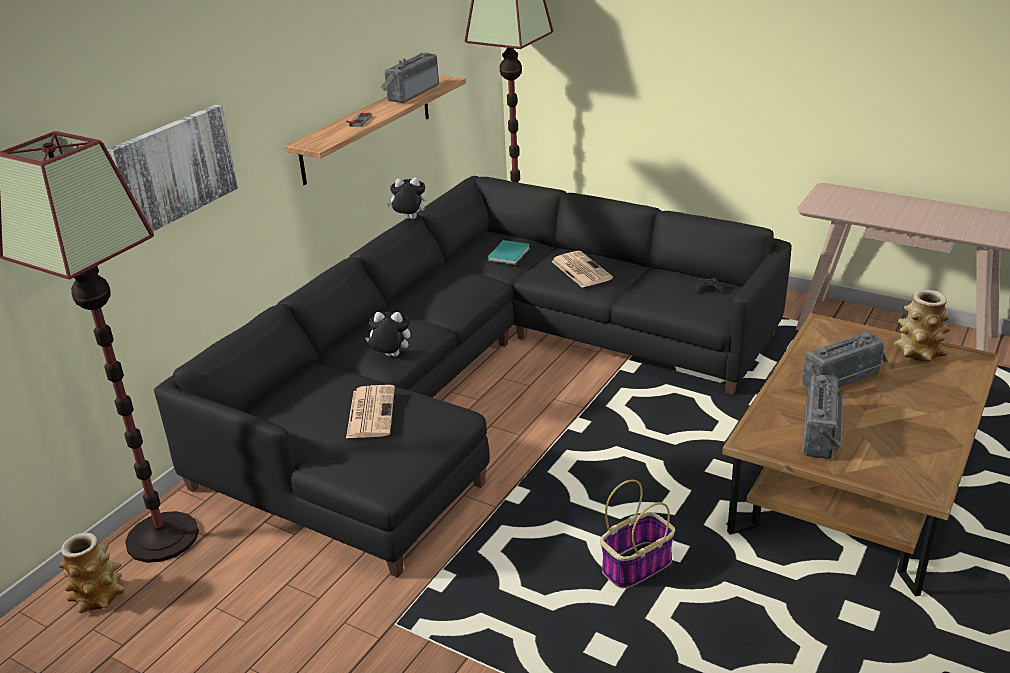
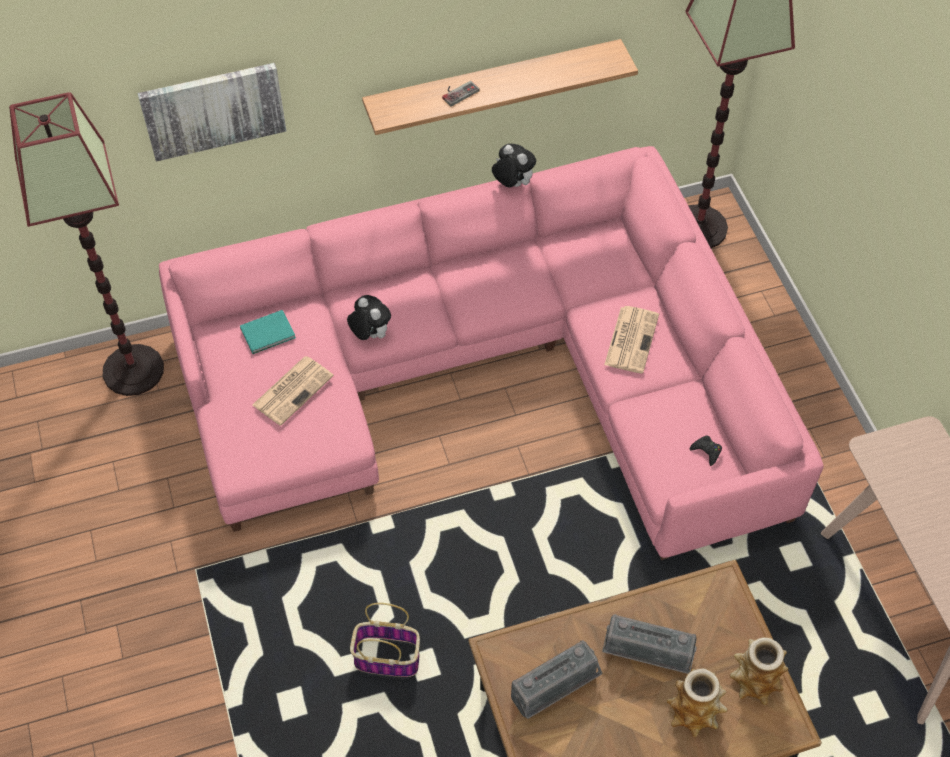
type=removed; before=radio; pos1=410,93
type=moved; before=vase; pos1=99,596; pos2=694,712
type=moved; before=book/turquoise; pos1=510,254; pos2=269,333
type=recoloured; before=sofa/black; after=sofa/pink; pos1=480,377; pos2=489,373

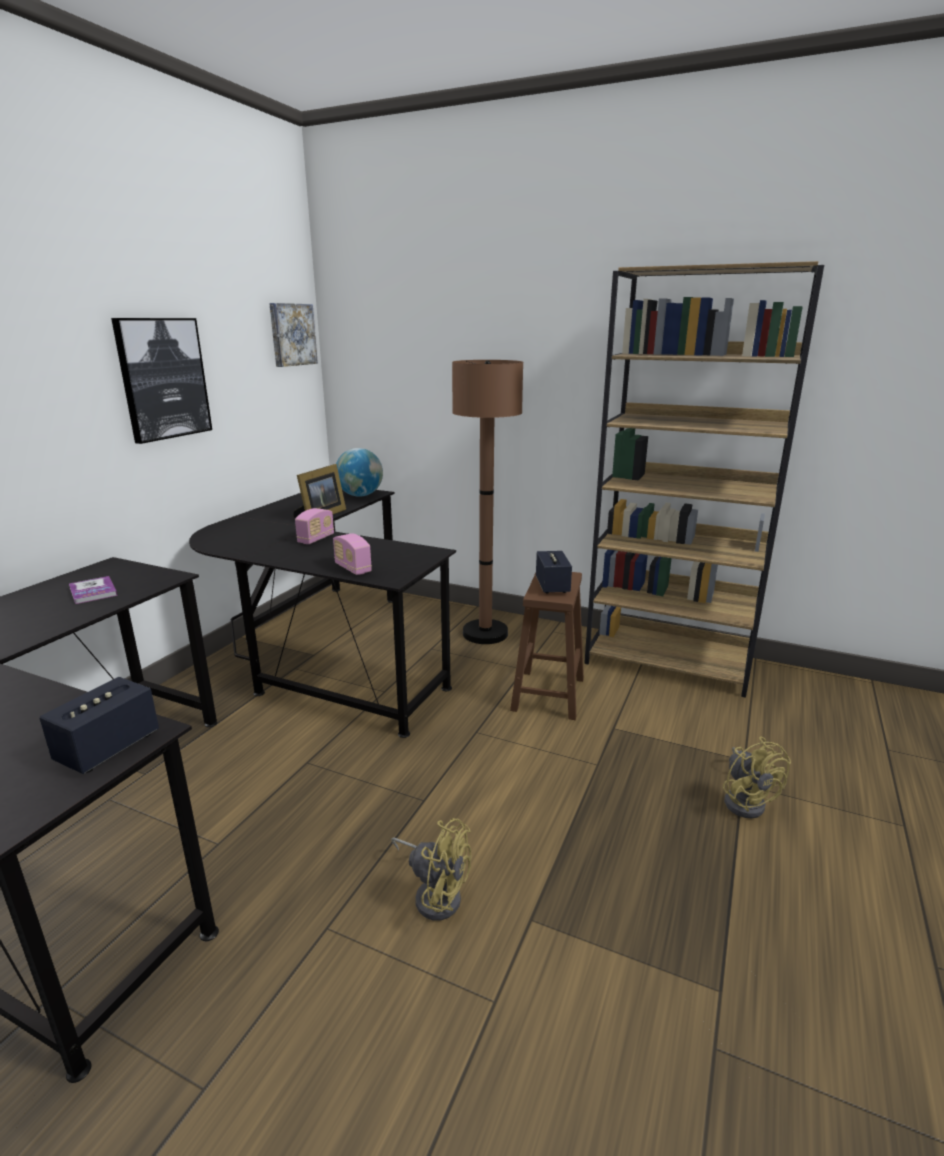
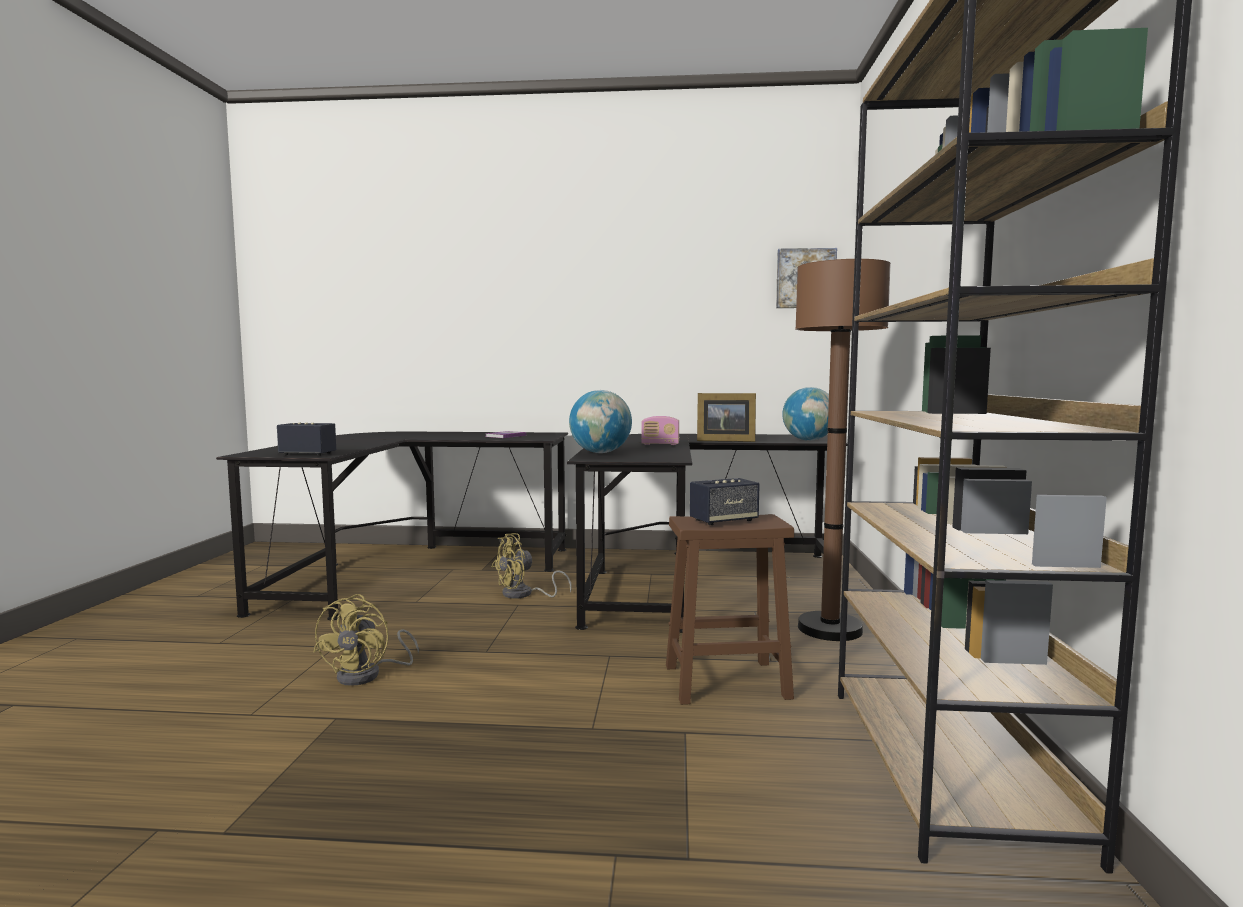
type=removed; before=picture; pos1=163,378
type=moved; before=fan/yellow; pos1=745,800; pos2=523,594
type=replaced; before=radio; after=globe; pos1=353,568; pos2=600,453

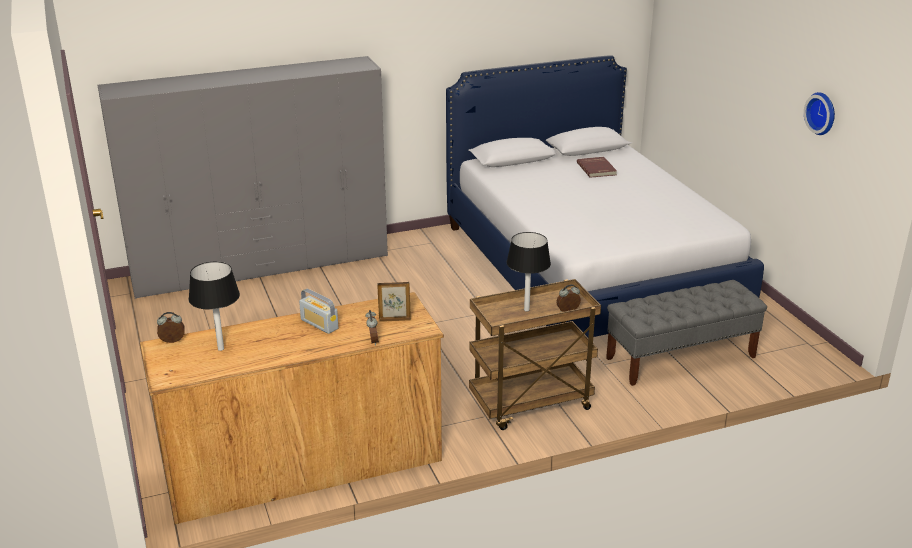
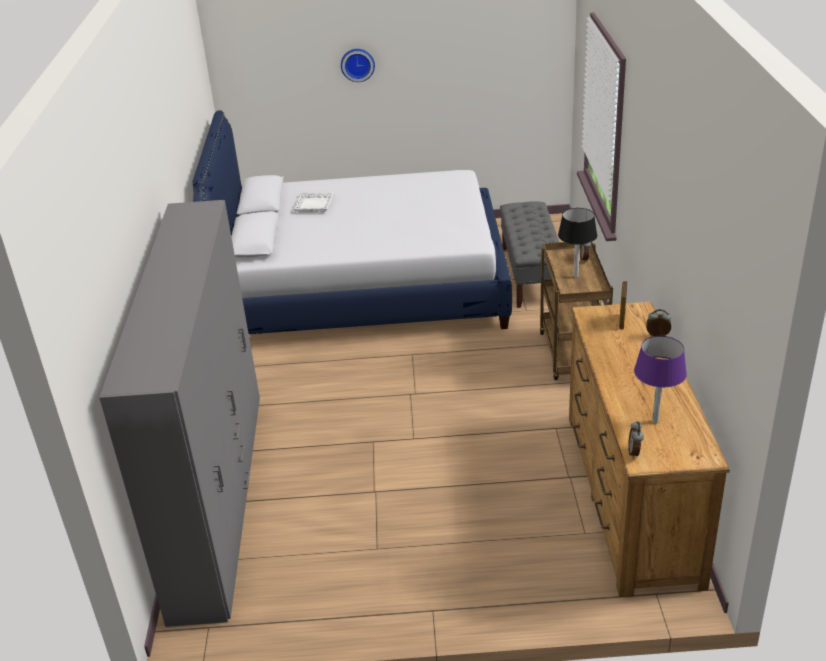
type=removed; before=radio; pos1=319,324
type=moved; before=wall clock; pos1=822,113; pos2=357,64
type=replaced; before=book/red; after=tray/white; pos1=597,169; pos2=313,205
type=recoloured; before=table lamp/black; after=table lamp/purple; pos1=221,349; pos2=655,421

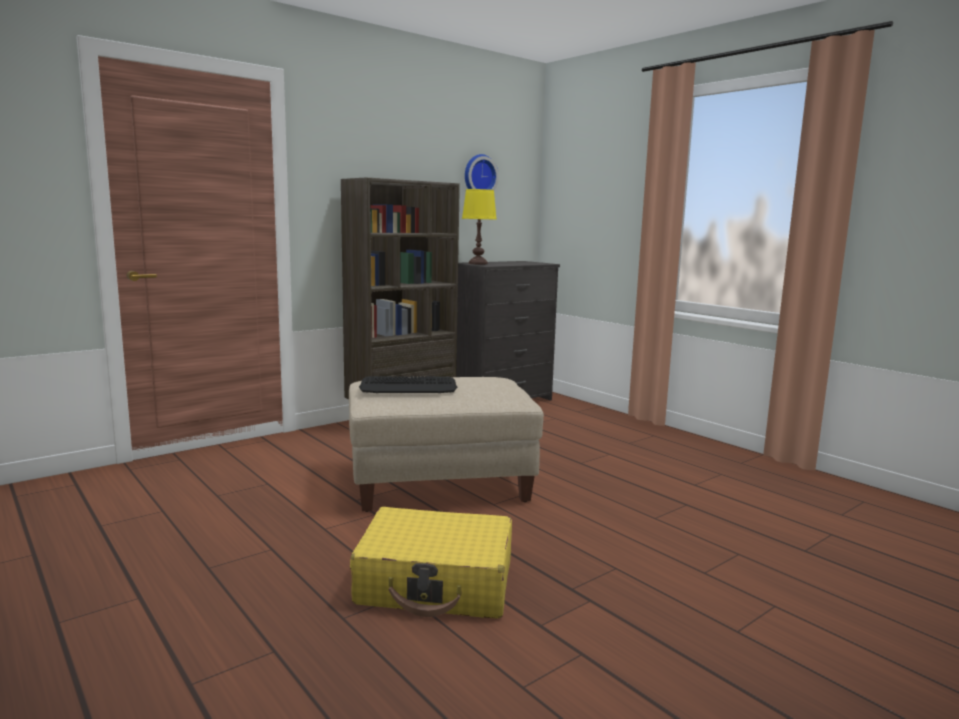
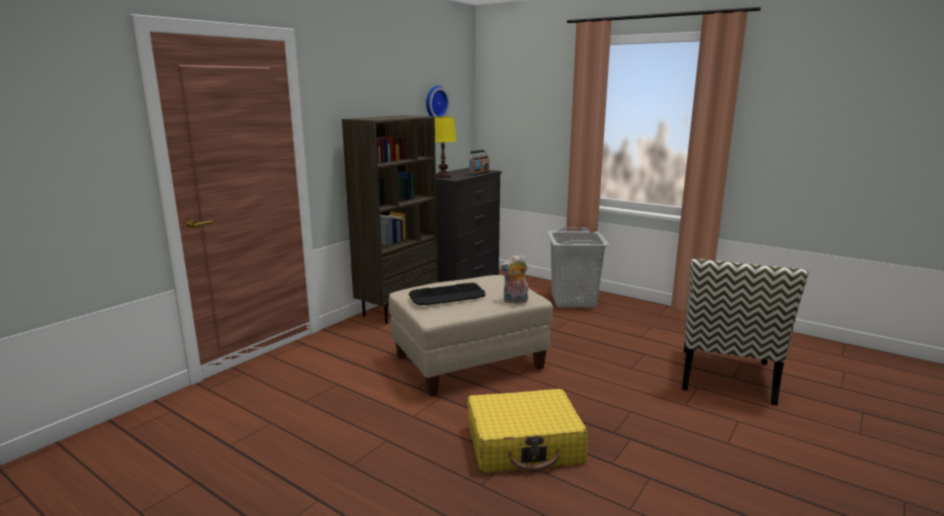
type=added; after=radio; pos2=479,173
type=added; after=plush toy; pos2=515,301
type=added; after=laundry basket/grey; pos2=574,300
type=added; after=chair; pos2=726,376

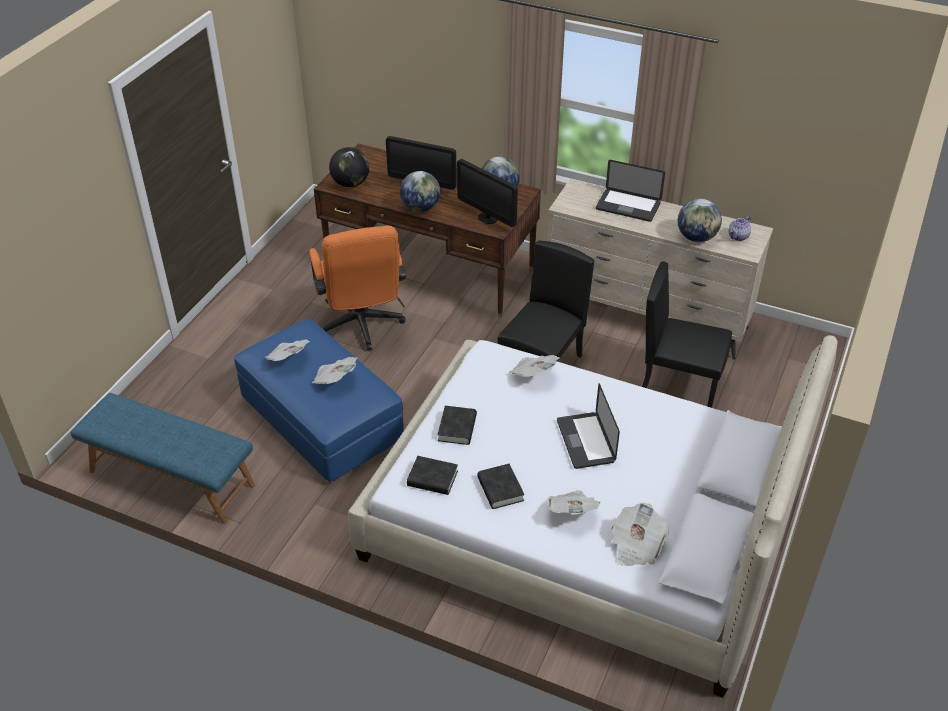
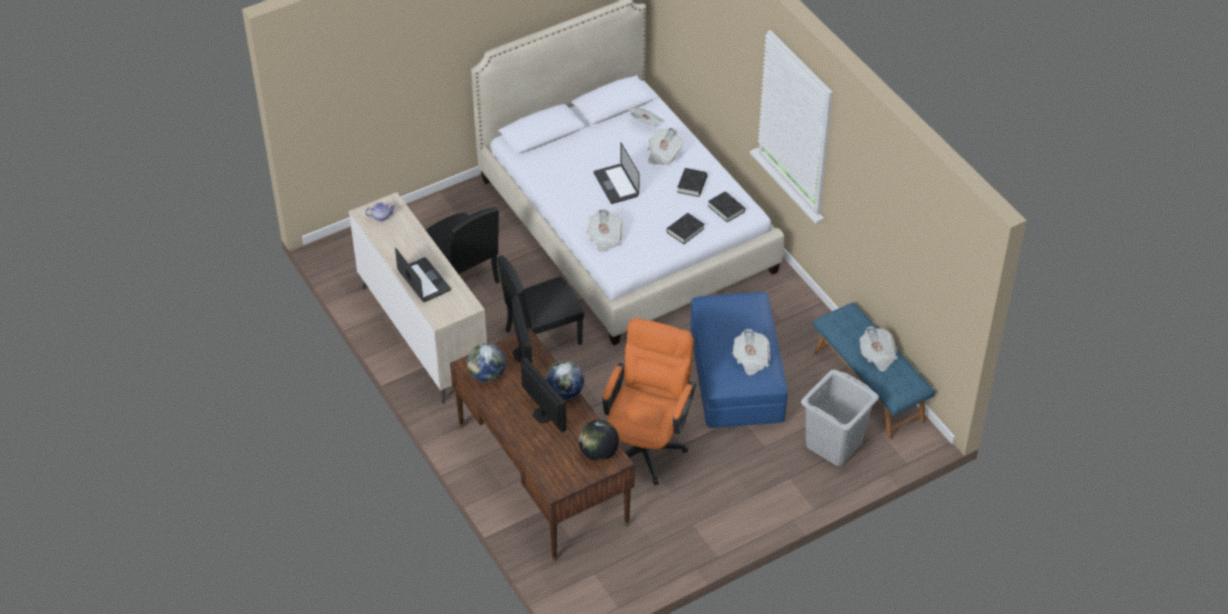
type=removed; before=globe; pos1=696,238
type=added; after=laundry basket/grey; pos2=833,444
type=moved; before=newspaper; pos1=335,379; pos2=877,356
type=turned; before=laptop; pos1=585,441; pos2=616,184; turn=135

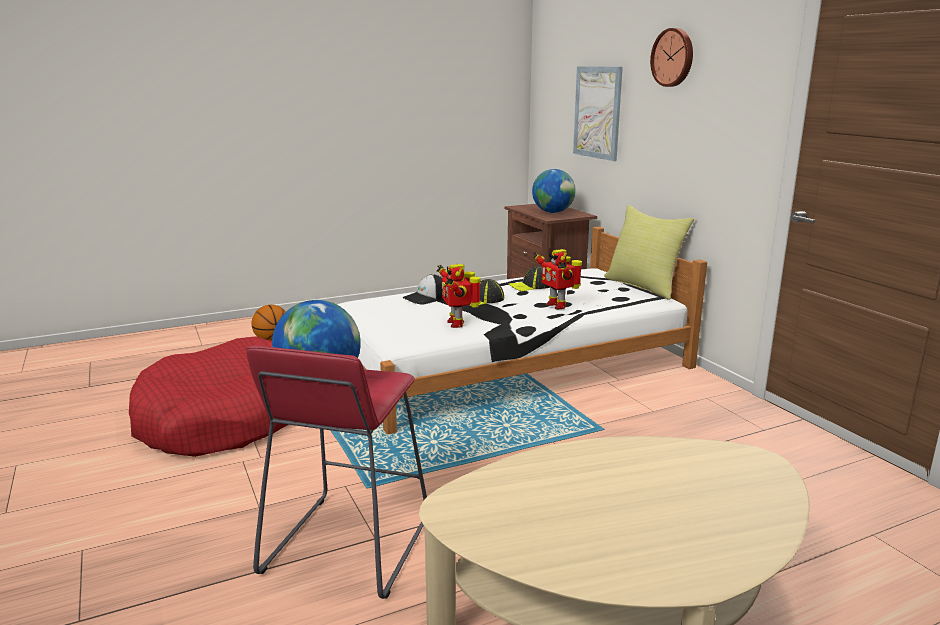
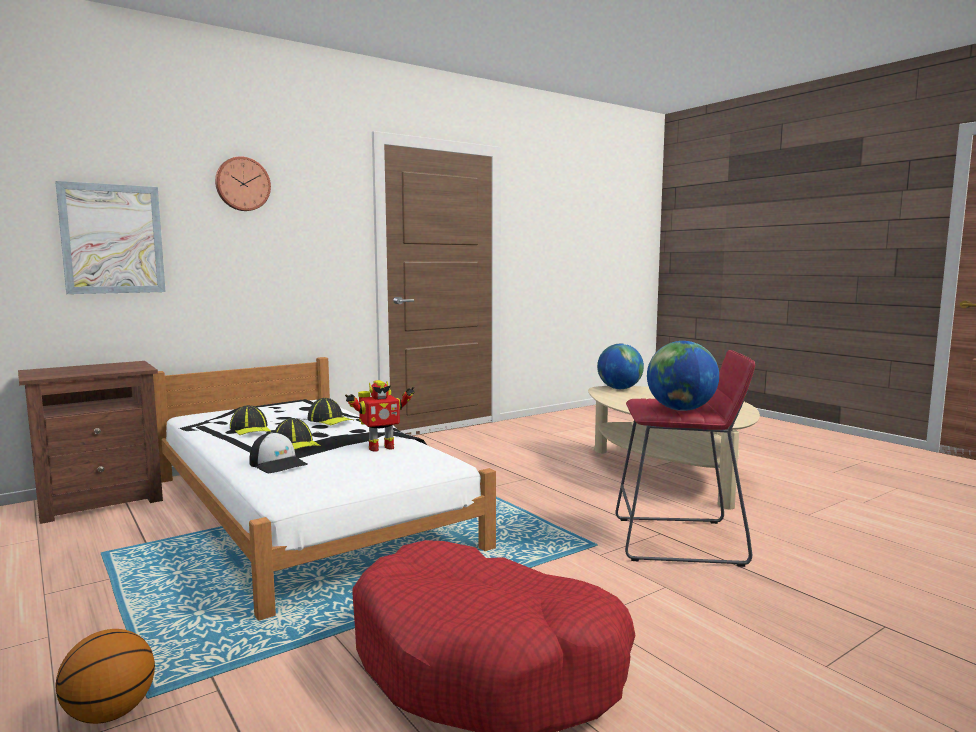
type=removed; before=pillow/yellow; pos1=644,286
type=moved; before=globe; pos1=553,212; pos2=619,389
type=replaced; before=toy robot; after=cap; pos1=557,305; pos2=330,420

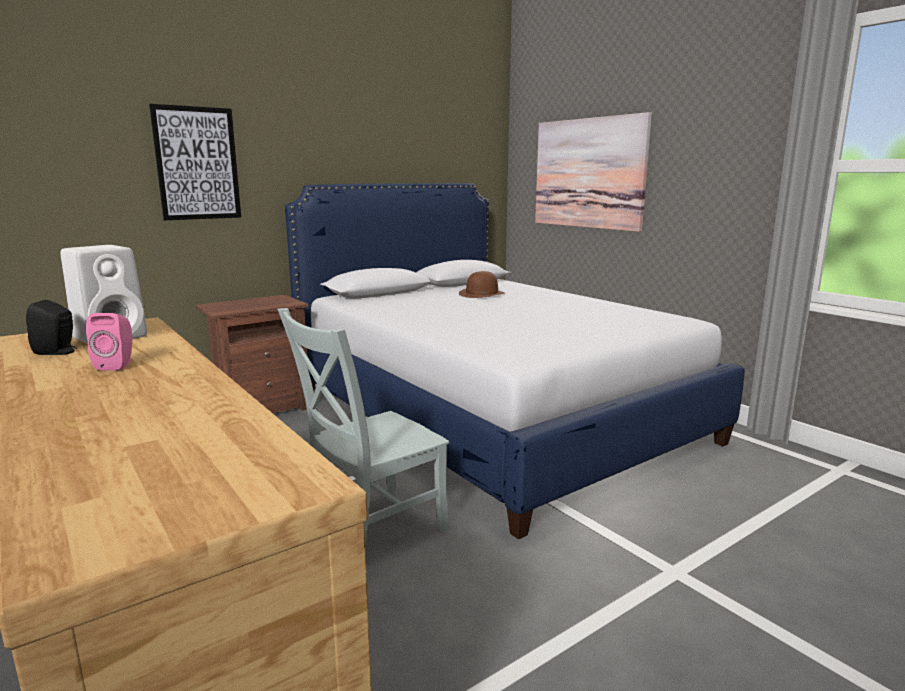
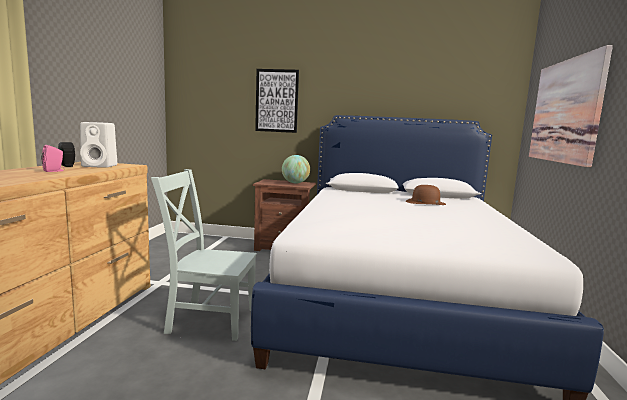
type=added; after=globe; pos2=295,183

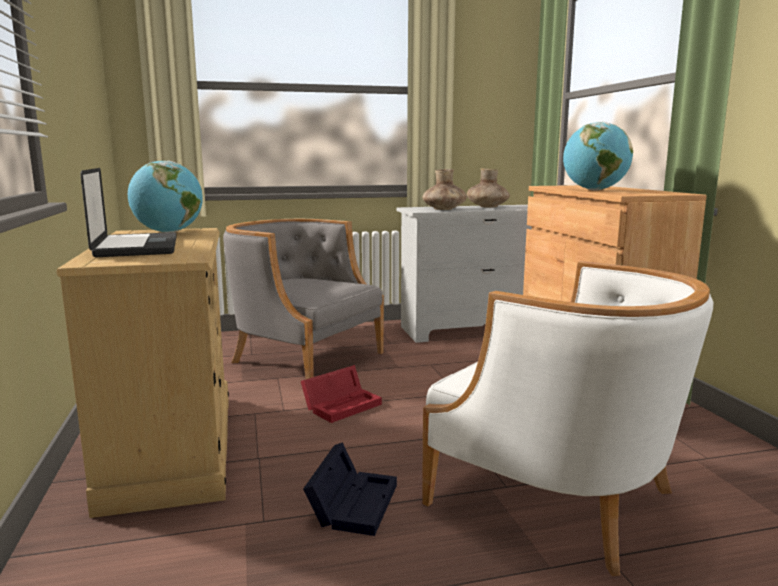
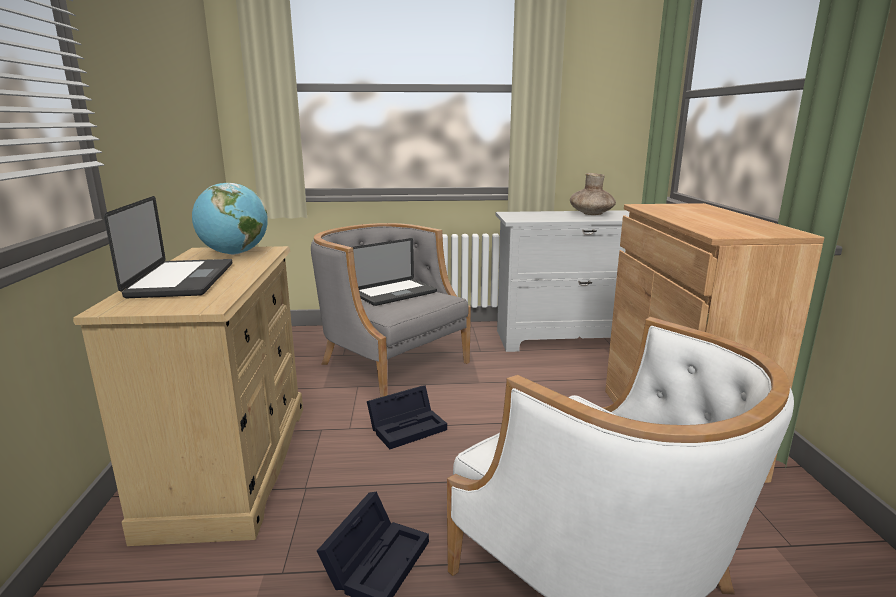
type=removed; before=vase/brown; pos1=444,209
type=removed; before=globe; pos1=594,190
type=added; after=laptop; pos2=394,293
type=recoloured; before=storage box/red; after=storage box/black; pos1=343,405; pos2=408,427

